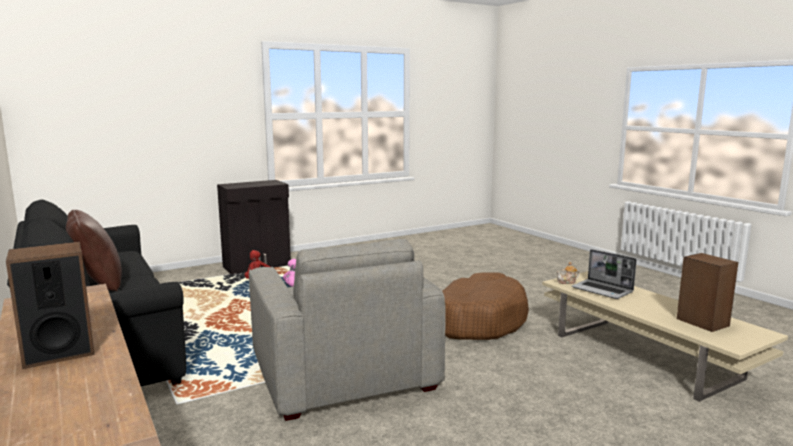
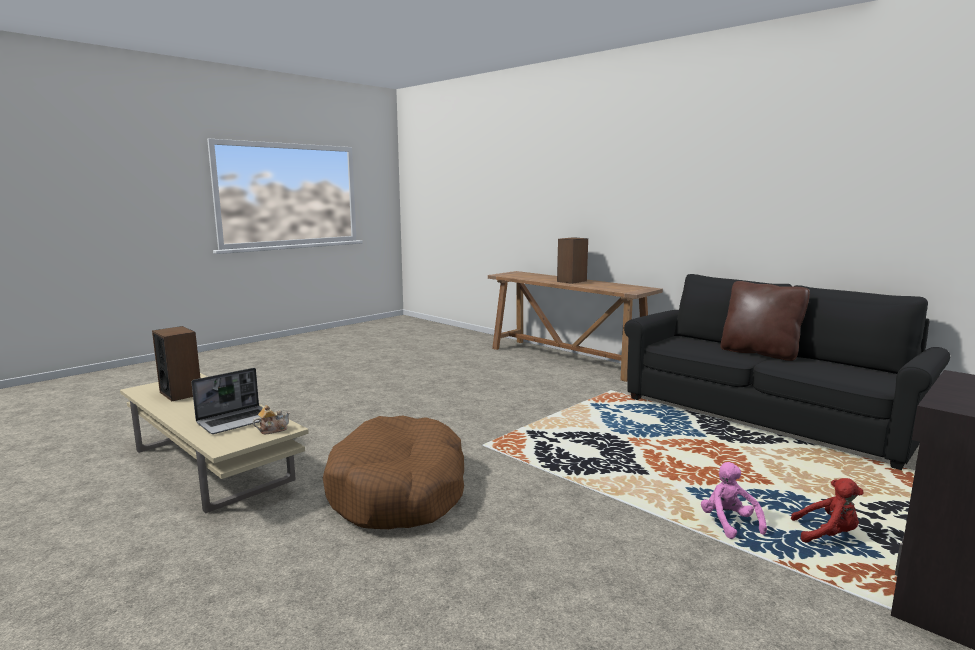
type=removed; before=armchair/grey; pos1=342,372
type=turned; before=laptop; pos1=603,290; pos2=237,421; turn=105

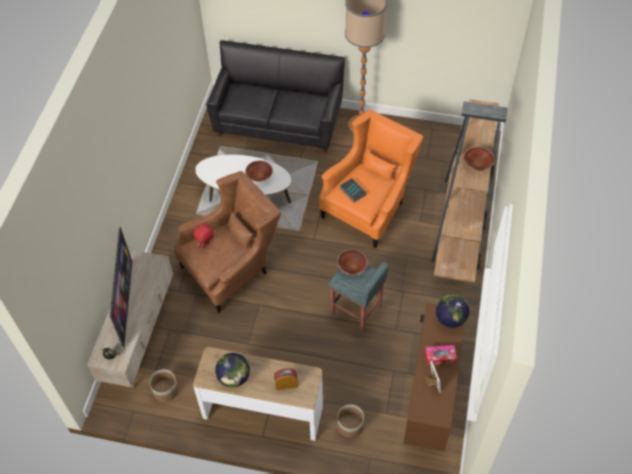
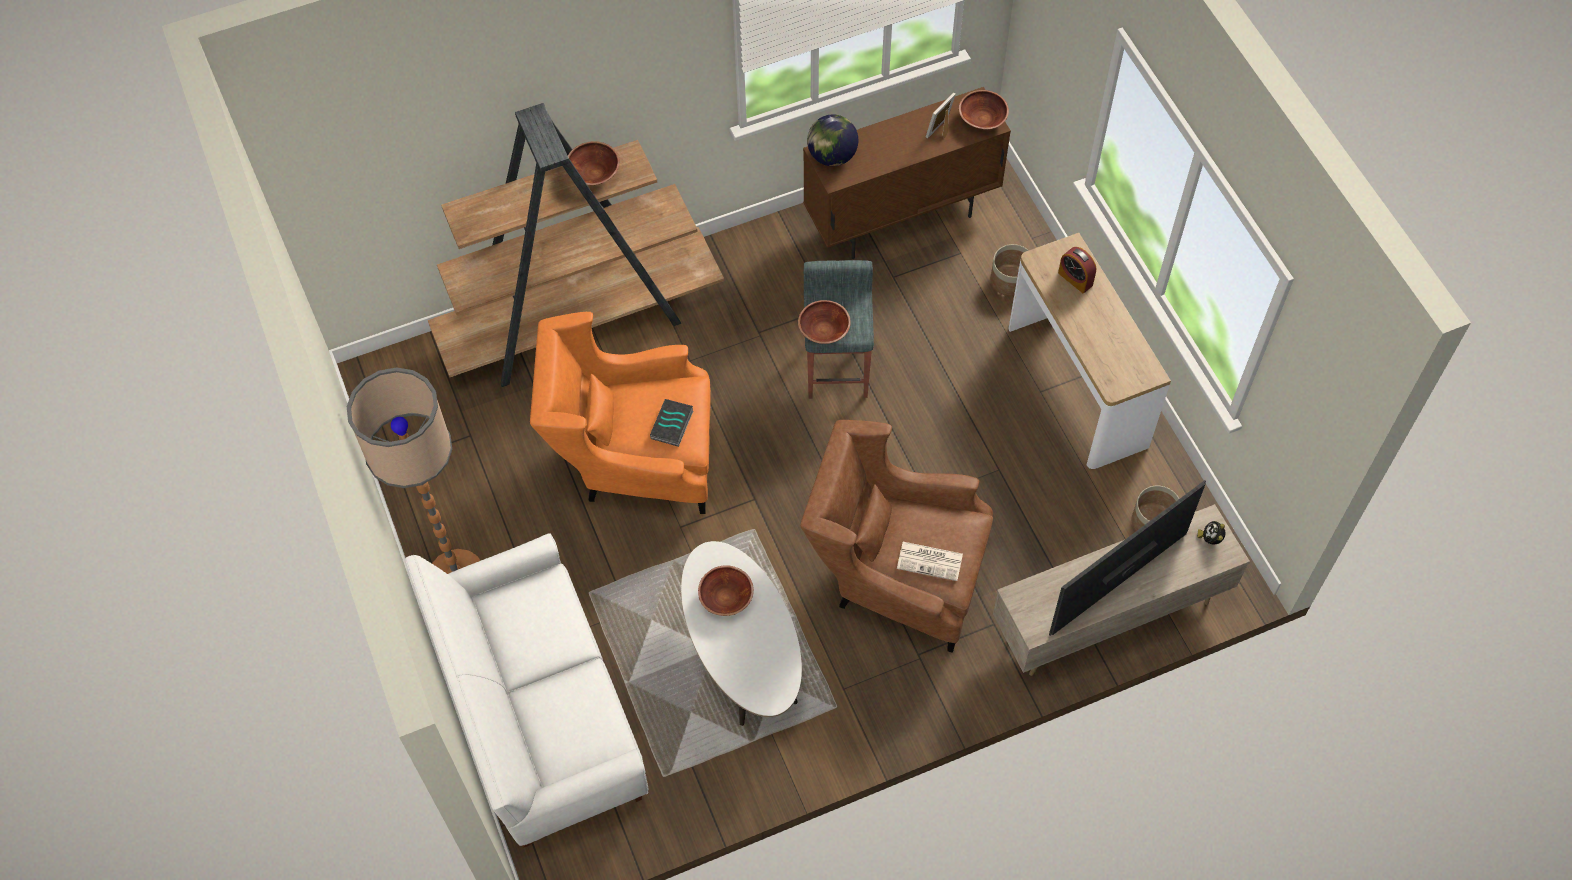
type=removed; before=globe; pos1=234,377
type=removed; before=tissue box; pos1=440,357
type=added; after=bowl/brown; pos2=982,119
type=replaced; before=plush toy/red; after=newspaper; pos1=206,245; pos2=930,561
type=recoloured; before=sofa/black; after=sofa/white; pos1=278,123; pos2=541,714

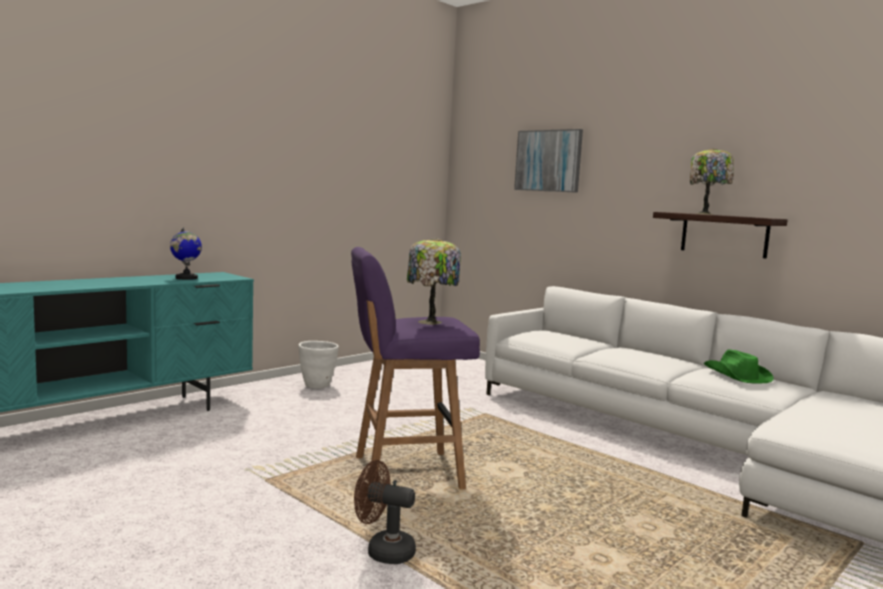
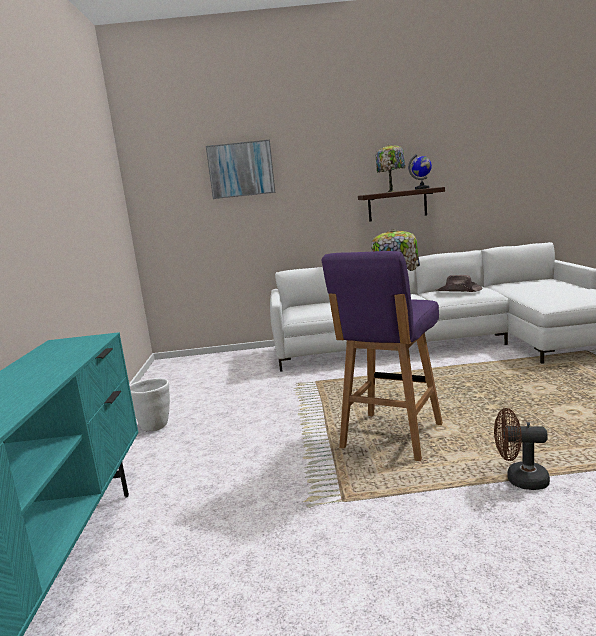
type=moved; before=globe; pos1=186,278; pos2=422,188
type=recoloured; before=hat/green; after=hat/brown; pos1=736,376; pos2=459,290
type=turned; before=fan/brown; pos1=383,551; pos2=520,480; turn=45

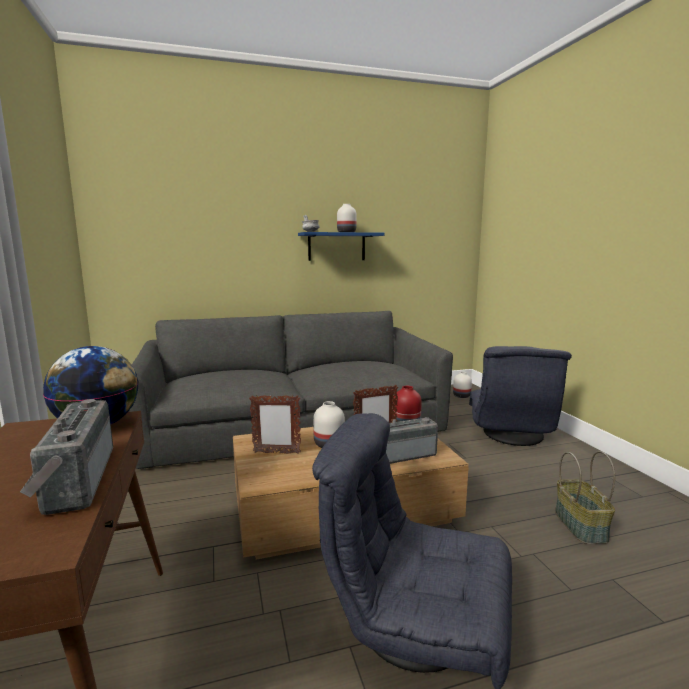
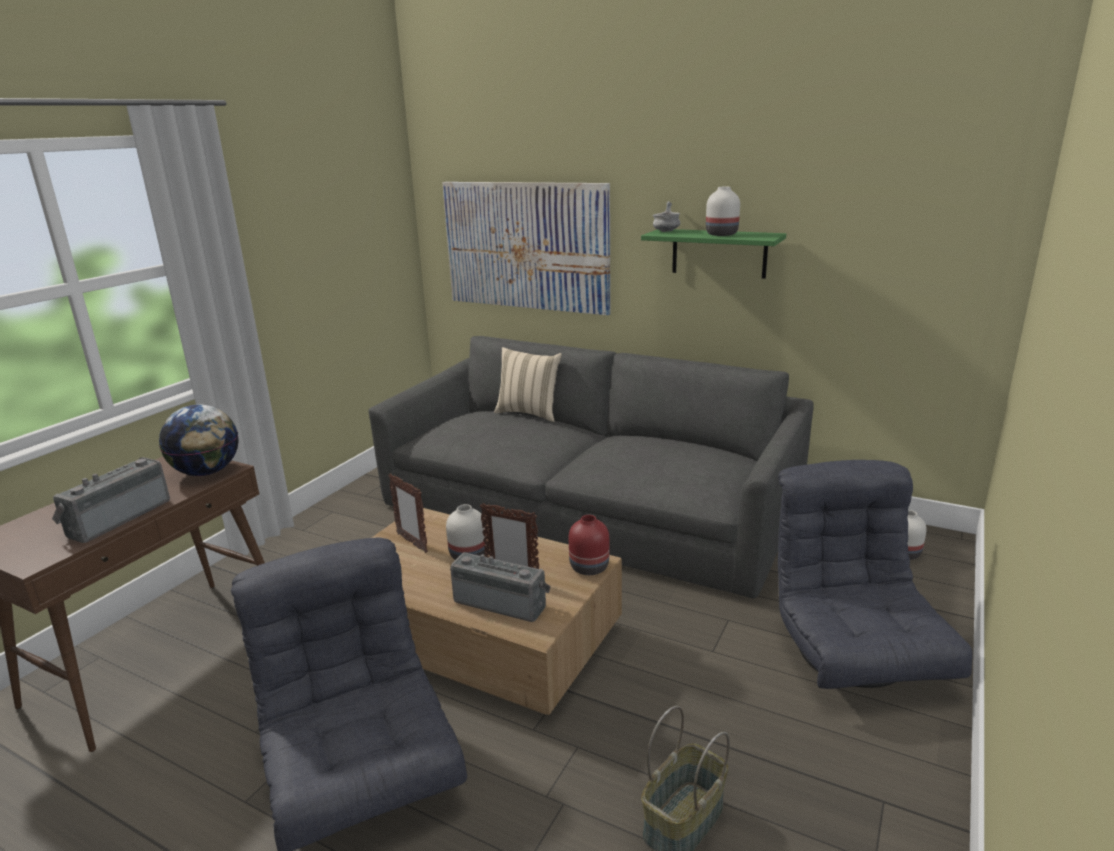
type=added; after=picture; pos2=526,246
type=added; after=pillow/beige; pos2=529,413
type=recoloured; before=shelf/blue; after=shelf/green; pos1=336,246; pos2=719,253
type=turned; before=armchair/grey; pos1=511,434; pos2=854,653; turn=120

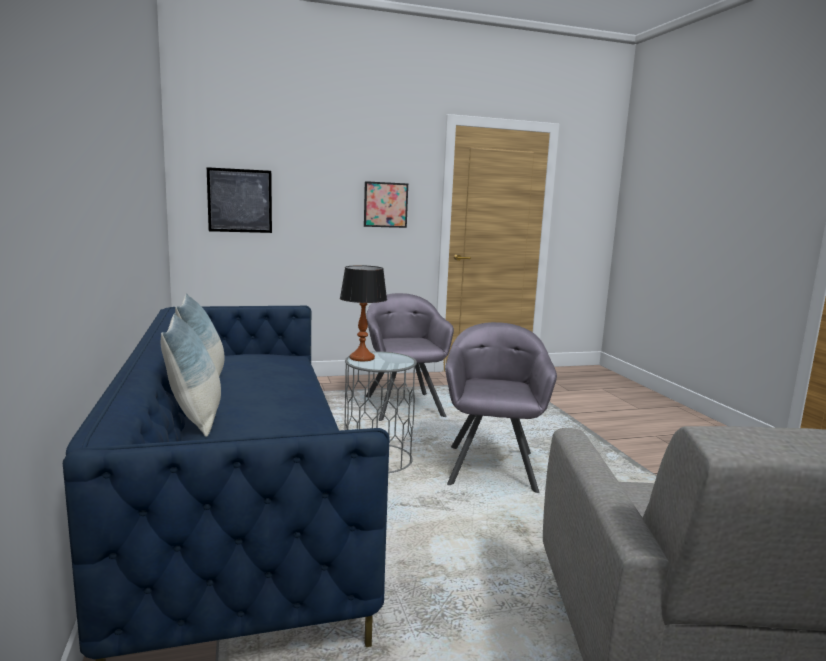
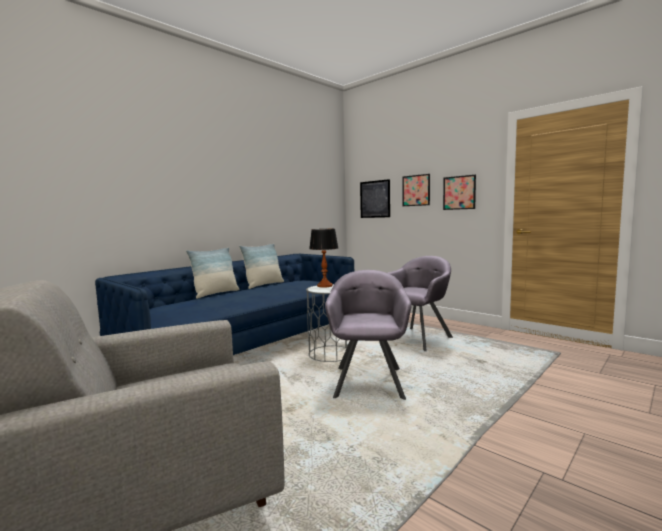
type=added; after=picture; pos2=416,190
type=turned; before=armchair/grey; pos1=492,468; pos2=369,382; turn=-60

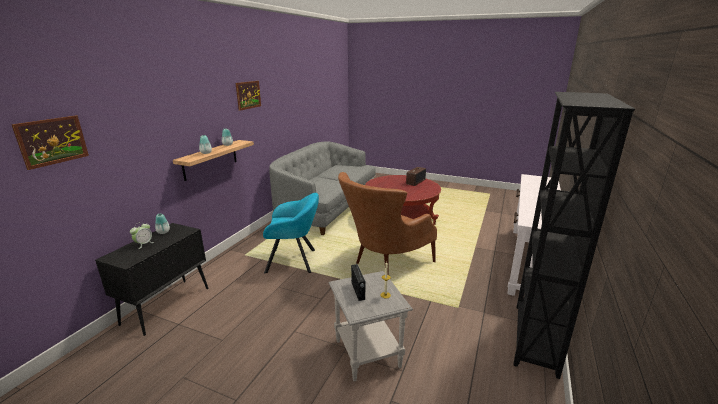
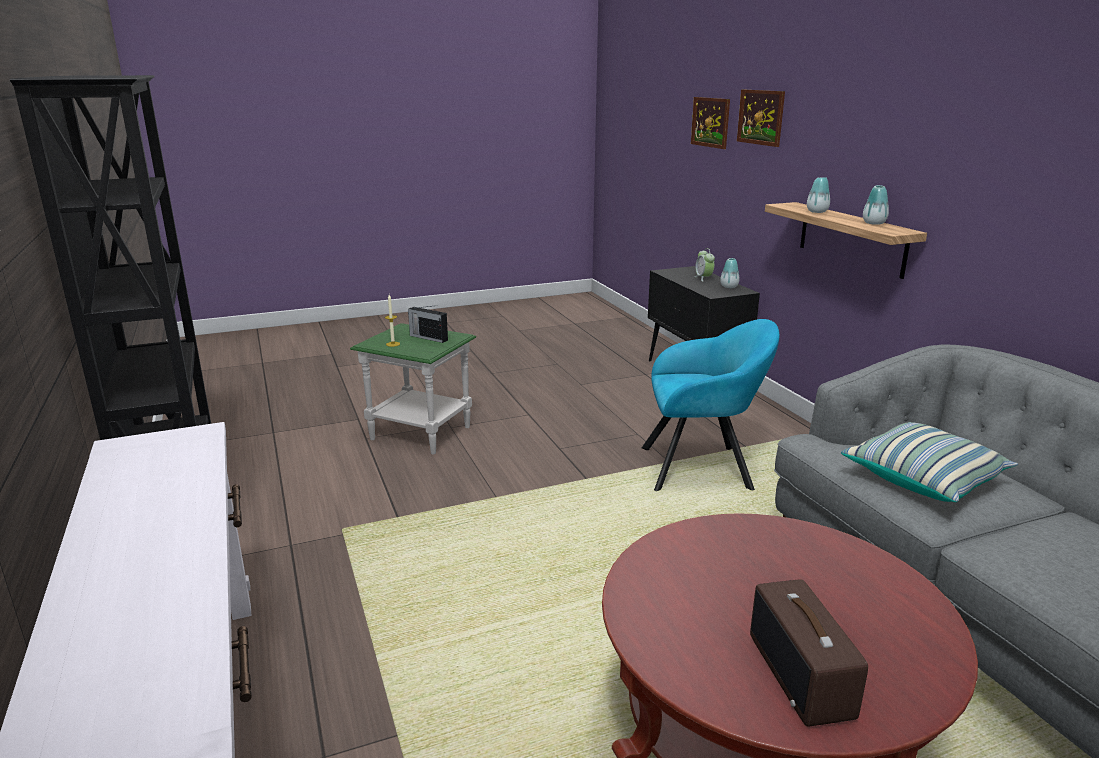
type=removed; before=armchair/brown; pos1=383,264
type=added; after=pillow; pos2=924,478
type=moved; before=picture; pos1=248,95; pos2=760,117
type=recoloured; before=side table/grey; after=side table/green; pos1=368,354; pos2=419,433
type=turned; before=armchair/turquoise; pos1=294,261; pos2=702,468; turn=-135

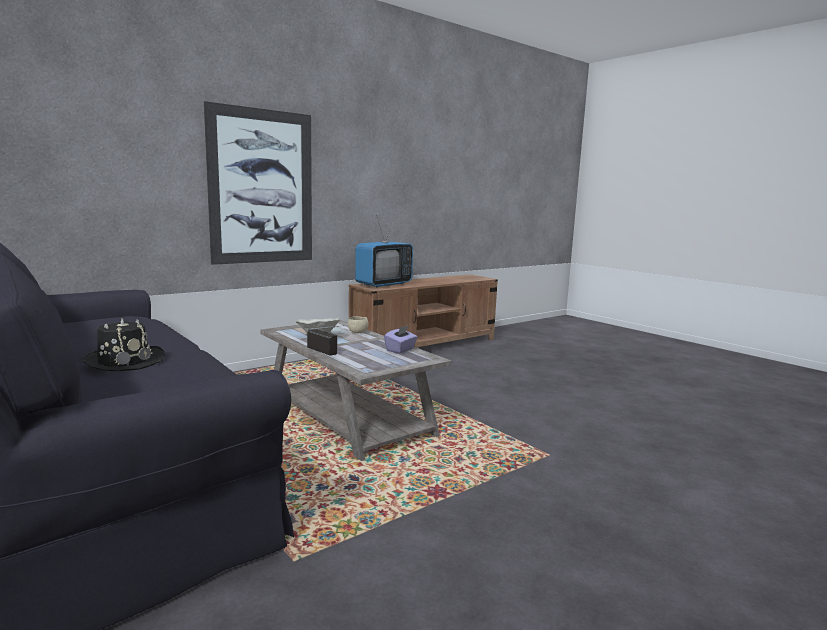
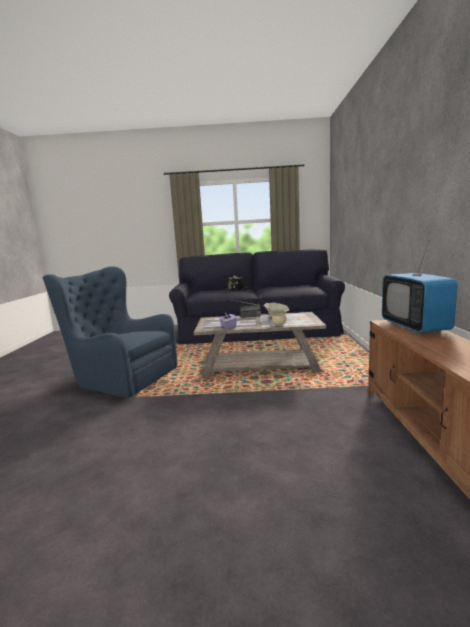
type=removed; before=picture; pos1=262,187
type=added; after=armchair/blue; pos2=119,379

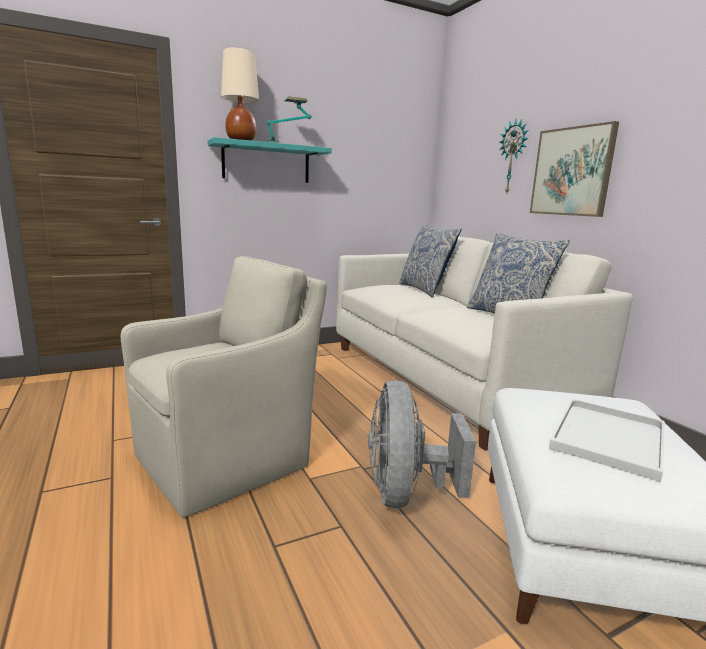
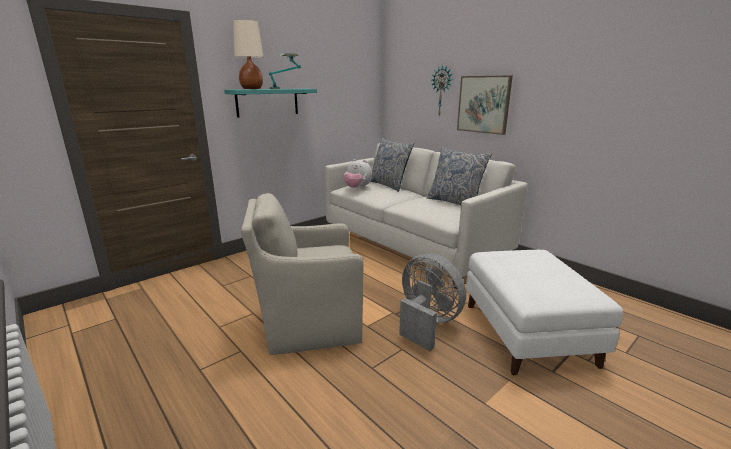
type=removed; before=tray/white; pos1=609,439
type=added; after=plush toy; pos2=357,188
type=turned; before=armchair/beige; pos1=228,459; pos2=308,324; turn=-135
type=turned; before=fan/grey; pos1=406,493; pos2=427,323; turn=150

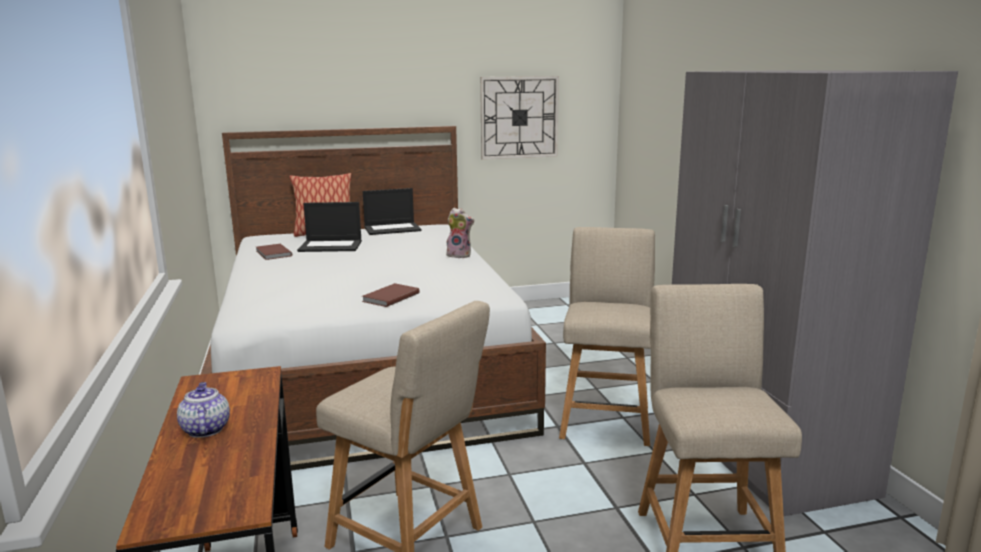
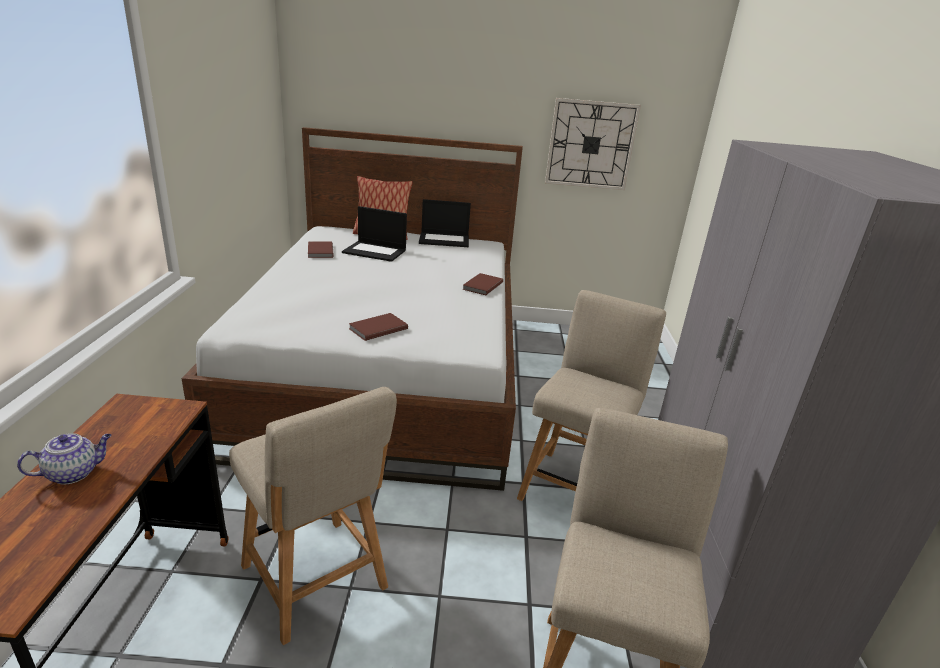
type=replaced; before=plush toy; after=book/brown; pos1=460,255; pos2=481,286
type=turned; before=teapot; pos1=205,429; pos2=74,473; turn=60

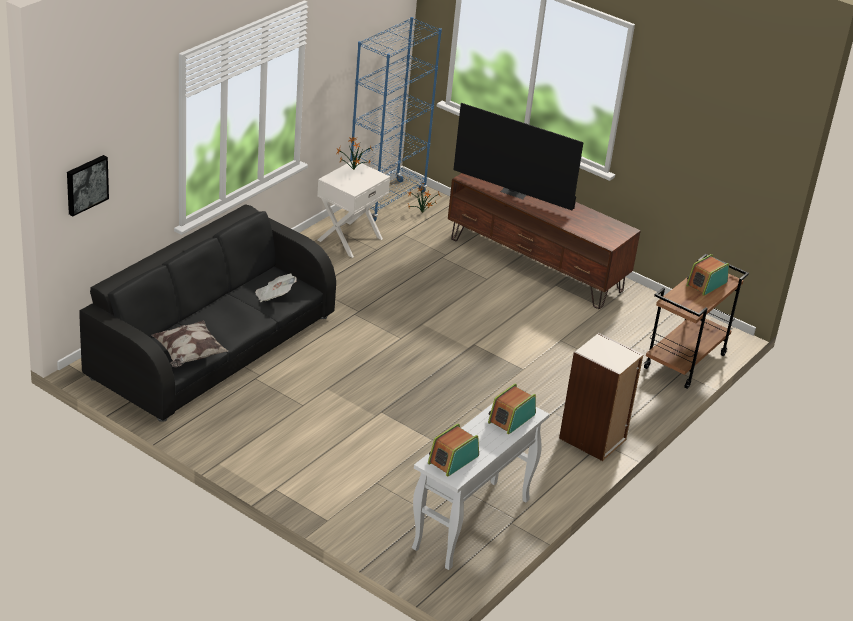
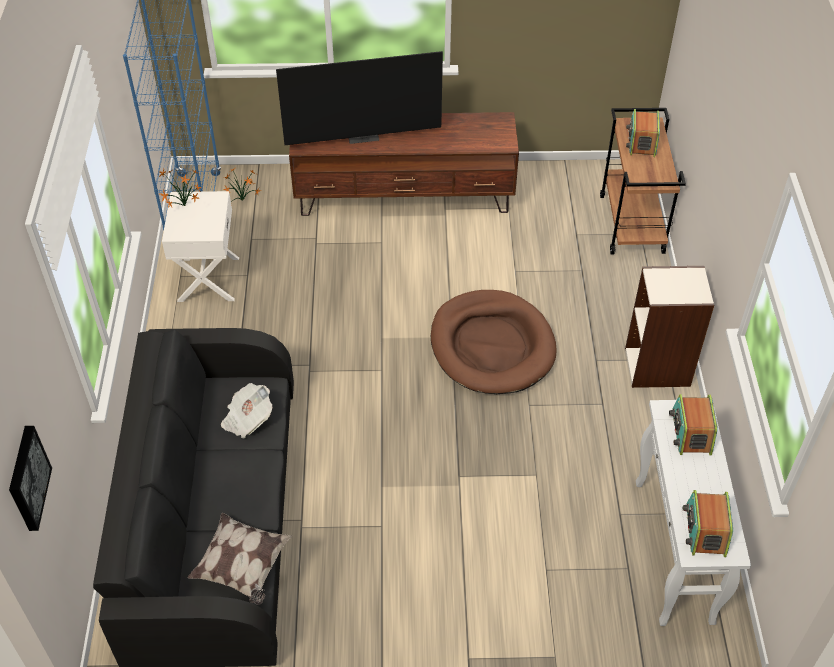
type=added; after=dog bed/brown; pos2=492,346

